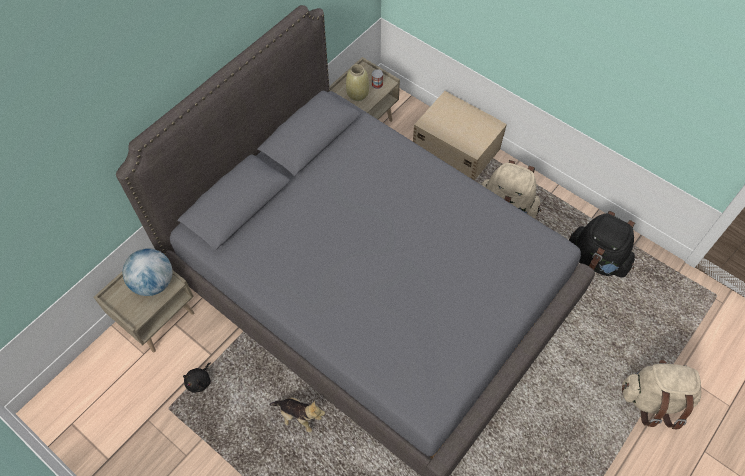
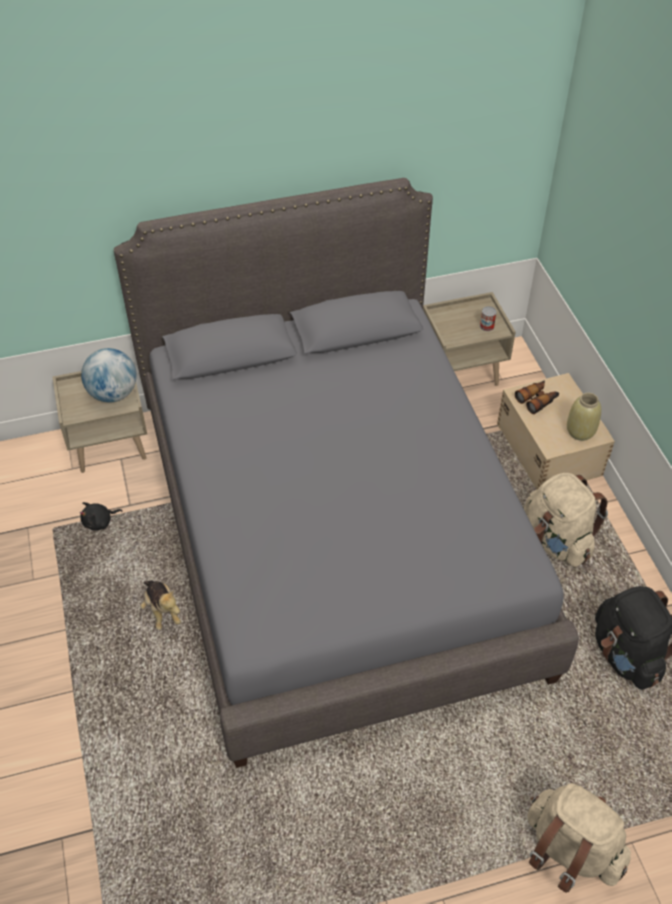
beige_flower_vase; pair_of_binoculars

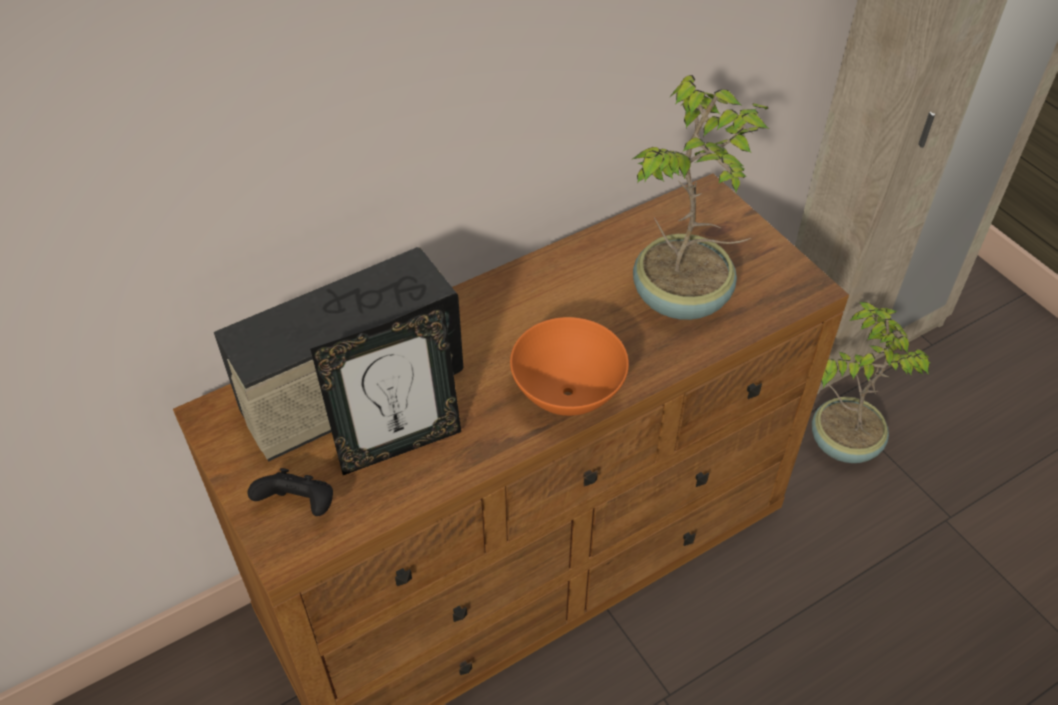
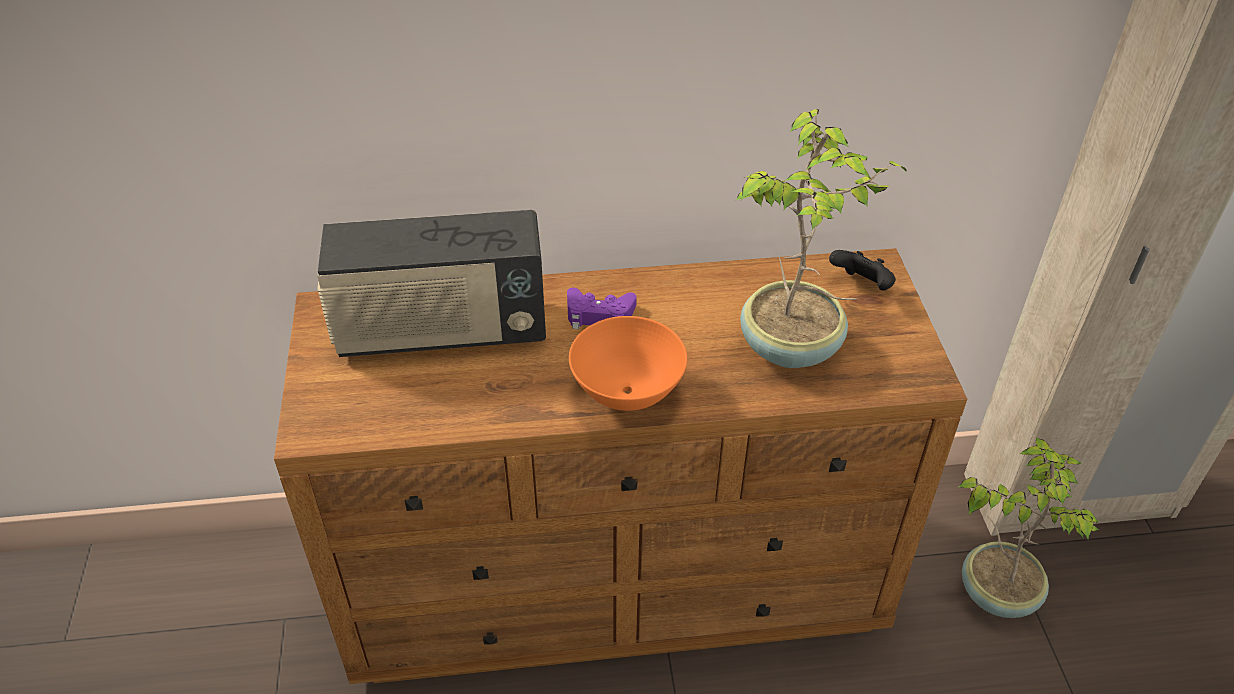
standing_frame; blackish_joypad; purple-coloured_joypad

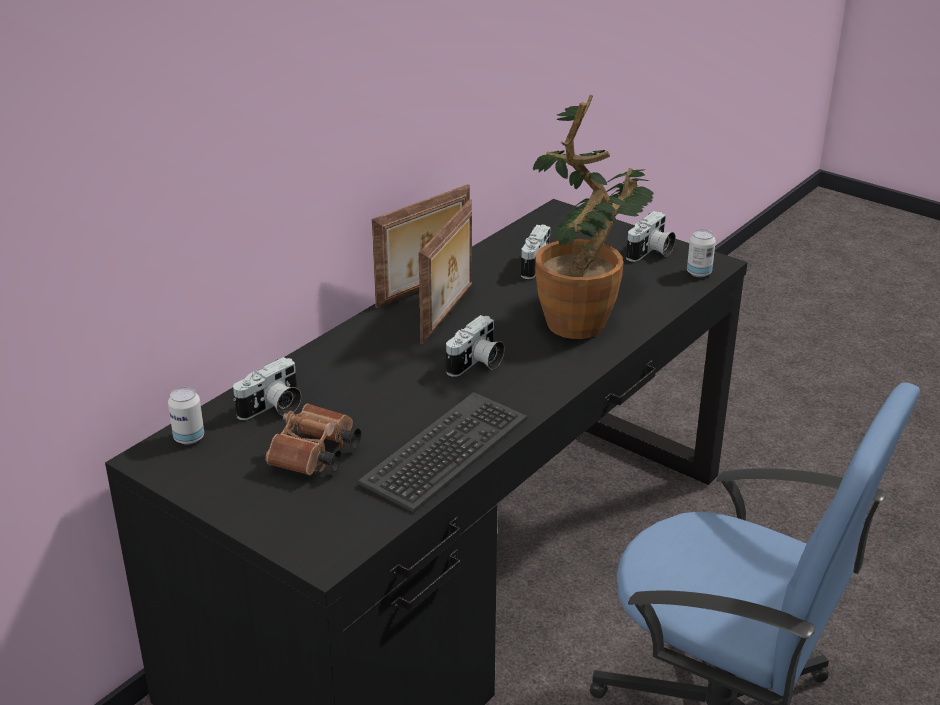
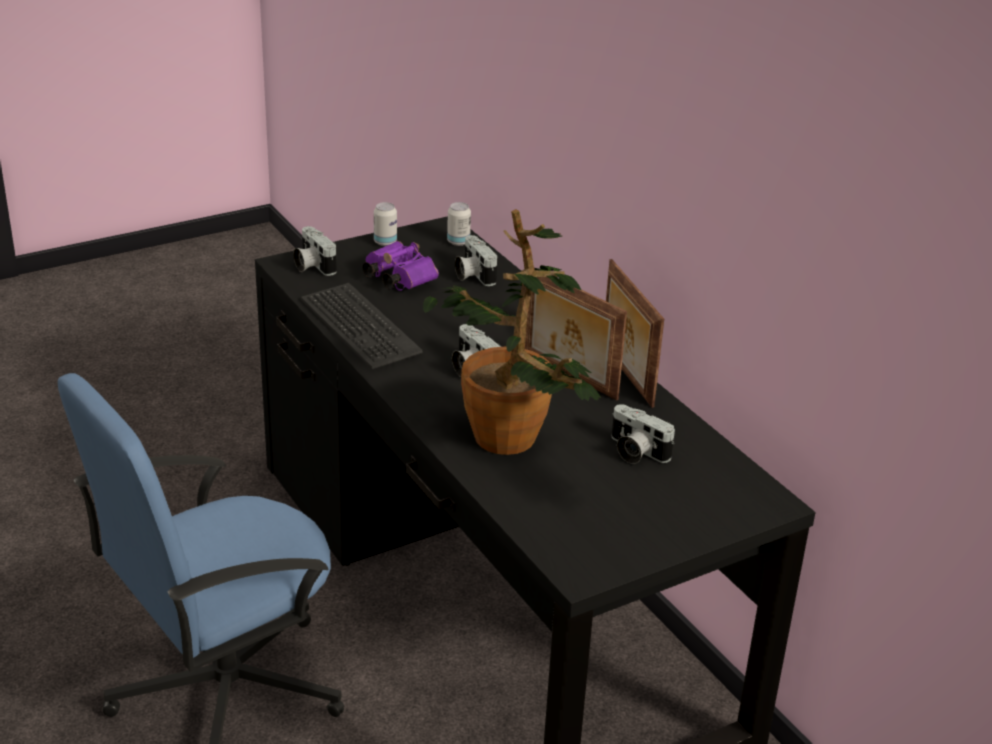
still_camera (no. 1 from left); sealed_can (no. 1 from left); purple-coloured_pair_of_binoculars

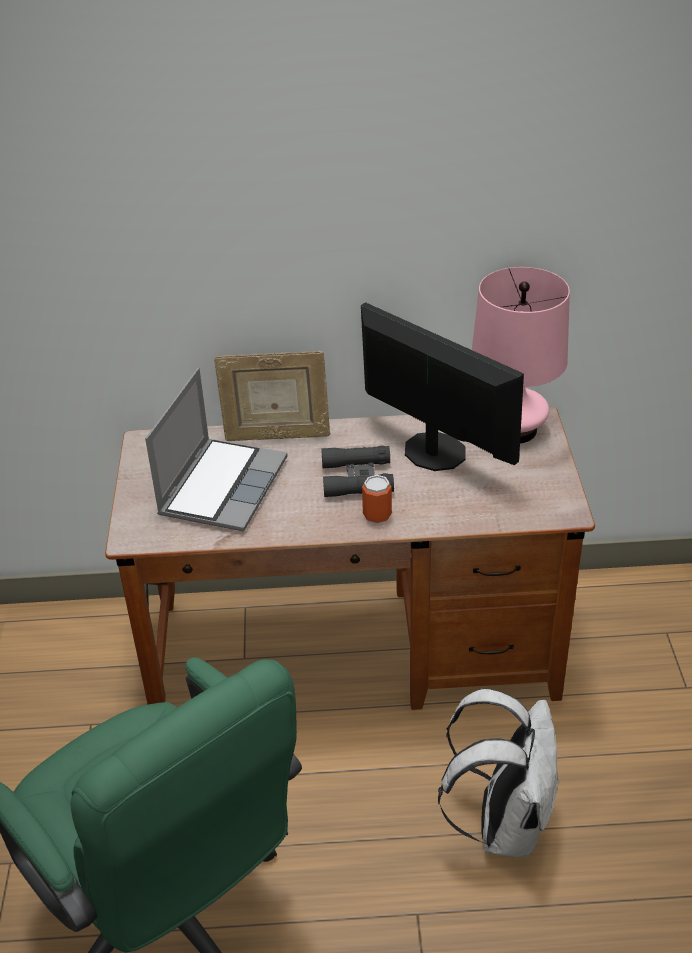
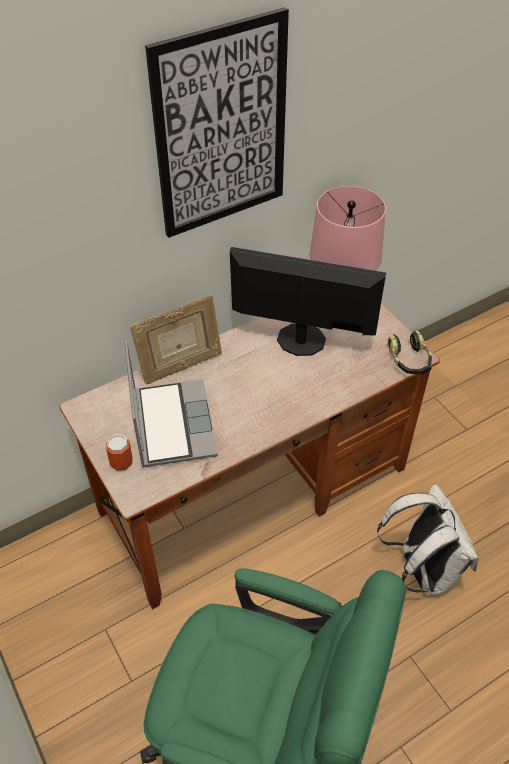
blackish_pair_of_binoculars; sealed_can; wall_picture; pair_of_headphones

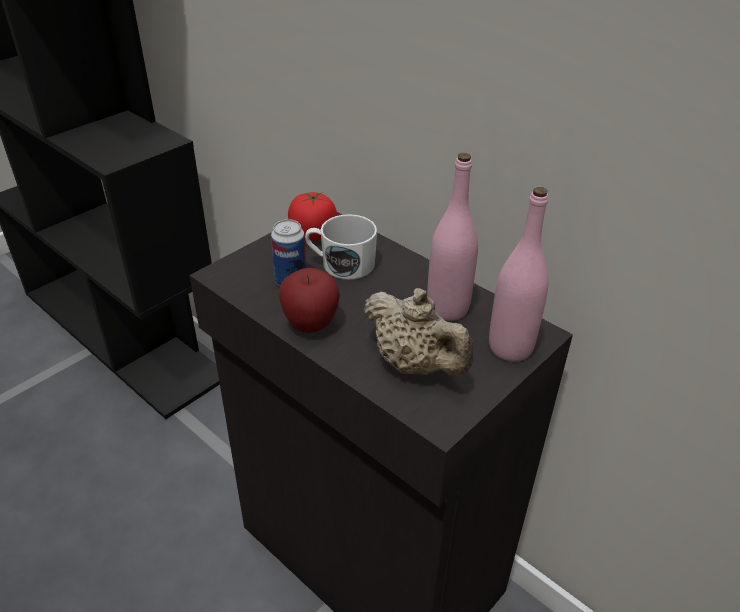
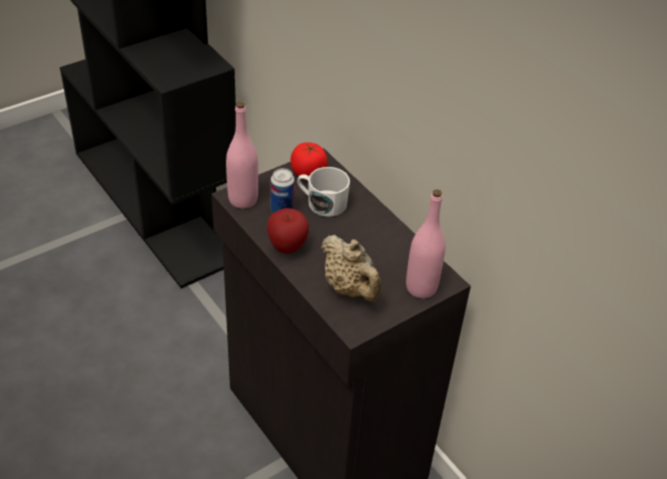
pinkish_beverage_bottle (no. 1 from left)

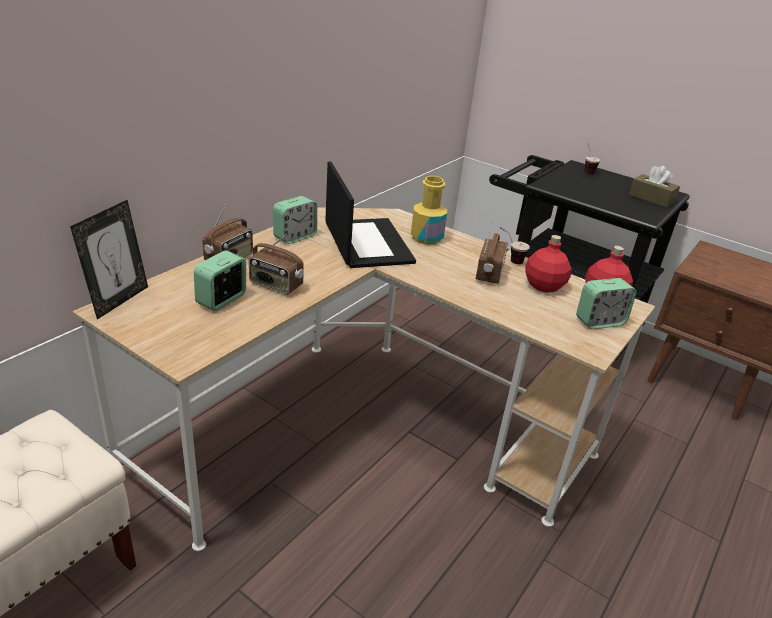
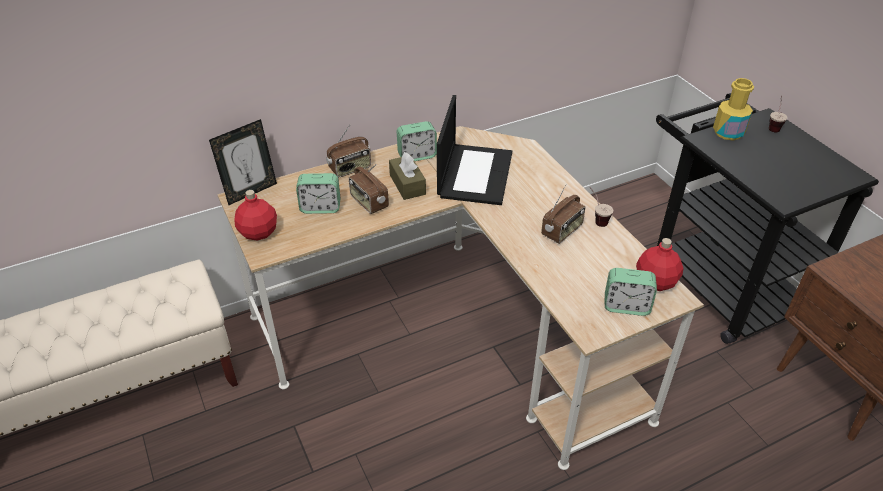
brownish_tissue_box; yellowish_beverage_bottle; reddish_beverage_bottle (no. 1 from left); bedside_clock (no. 1 from left)

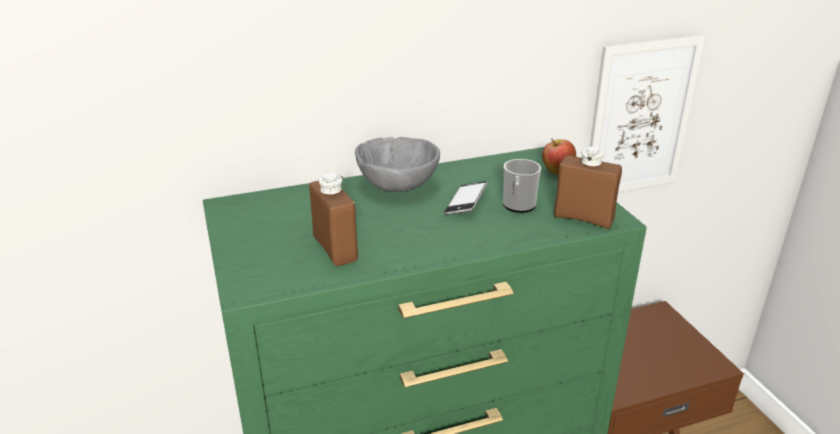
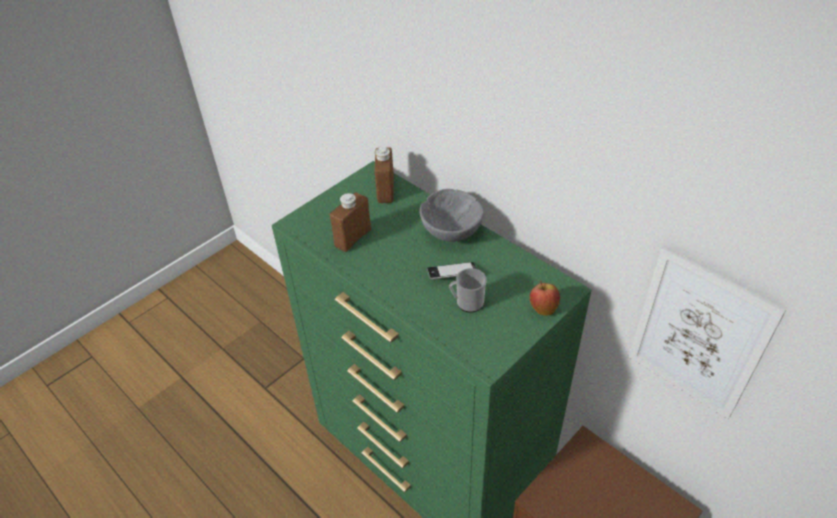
brownish_beverage_bottle (no. 2 from left)

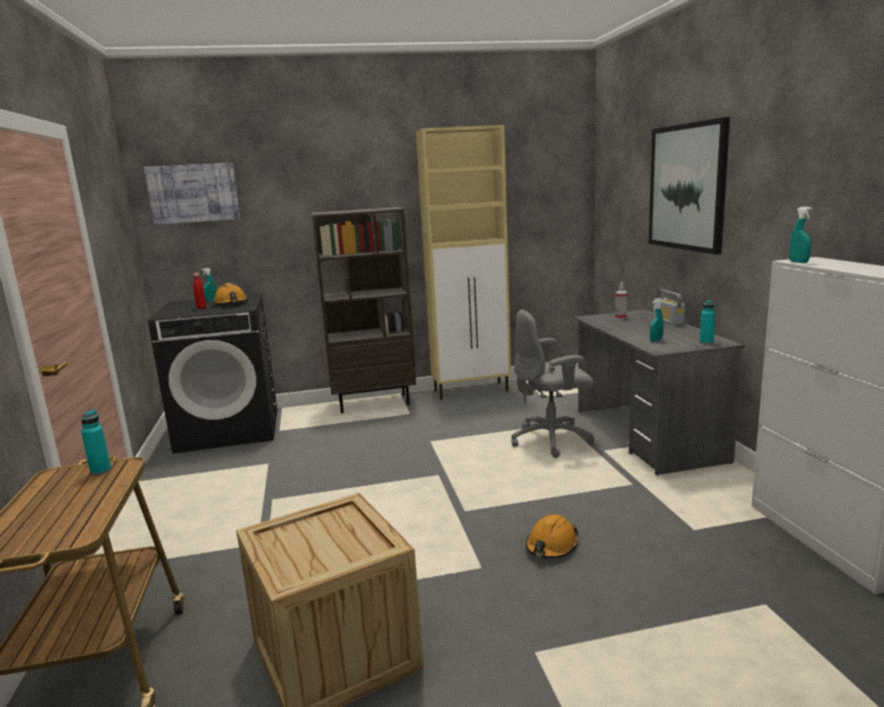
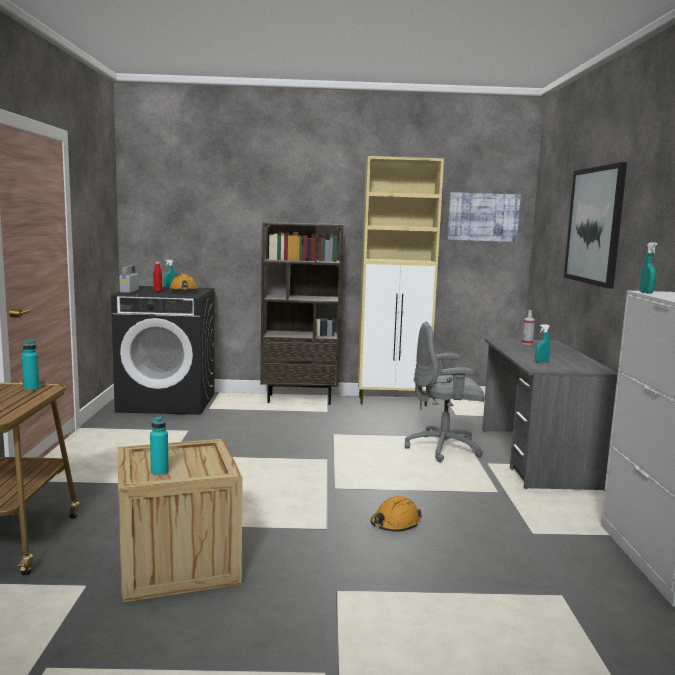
wall_picture (no. 1 from left); radio_receiver; turquoise-coloured_beverage_bottle (no. 2 from left)

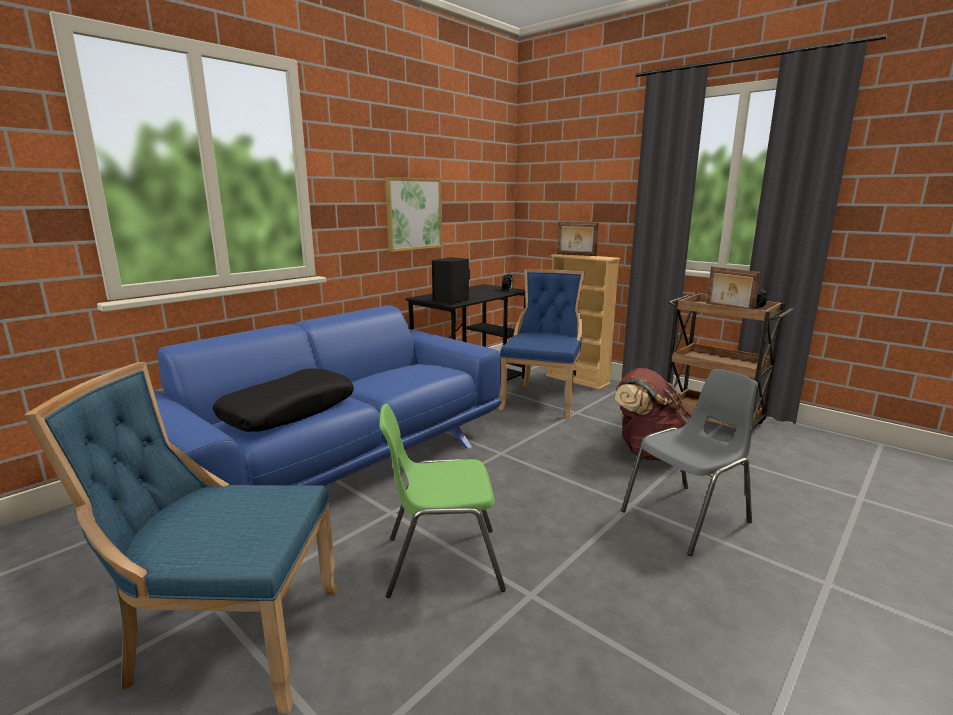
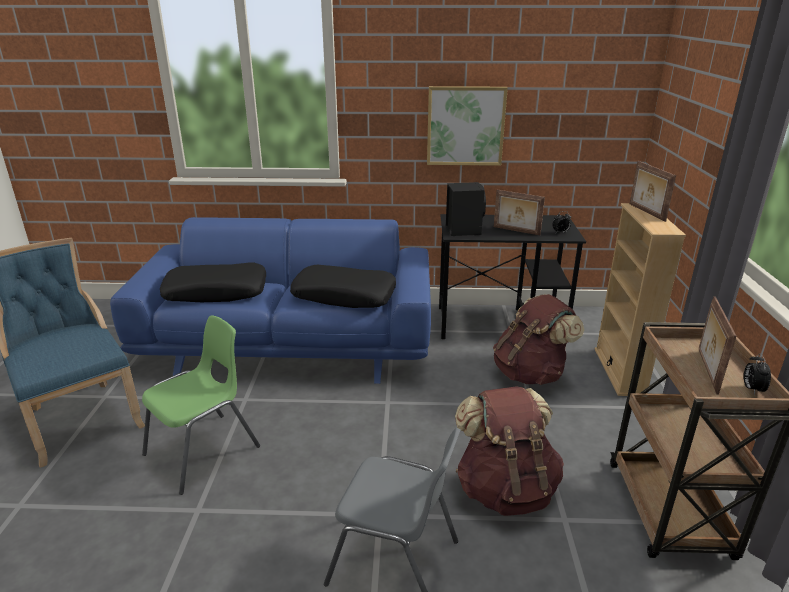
brownish_backpack (no. 2 from left); greenish_plain_chair; standing_frame (no. 1 from left); blackish_throw_pillow (no. 2 from left)

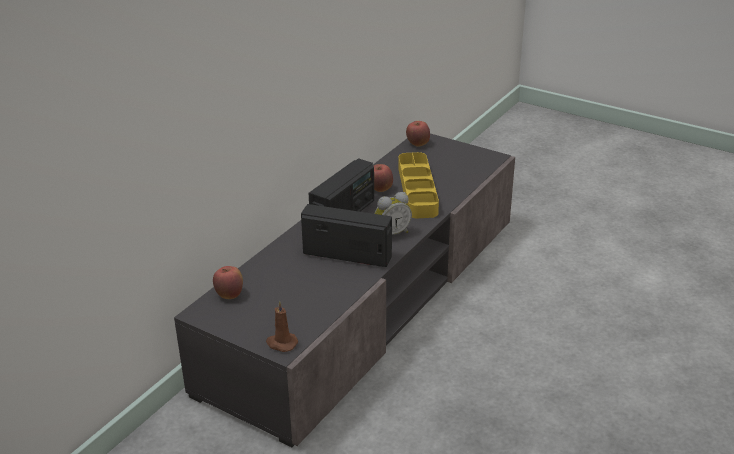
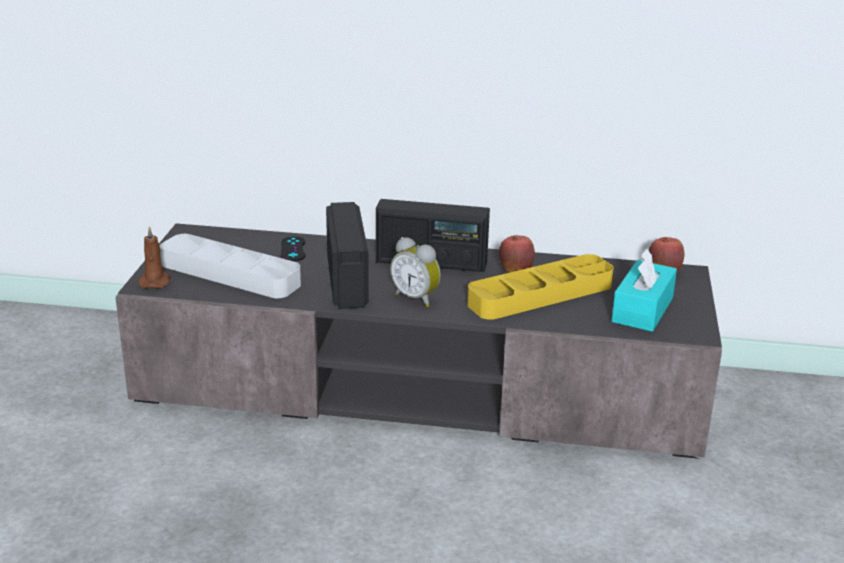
apple_fruit (no. 1 from left in the first image); grey_carrying_tray; blackish_joypad; turquoise-coloured_tissue_box

